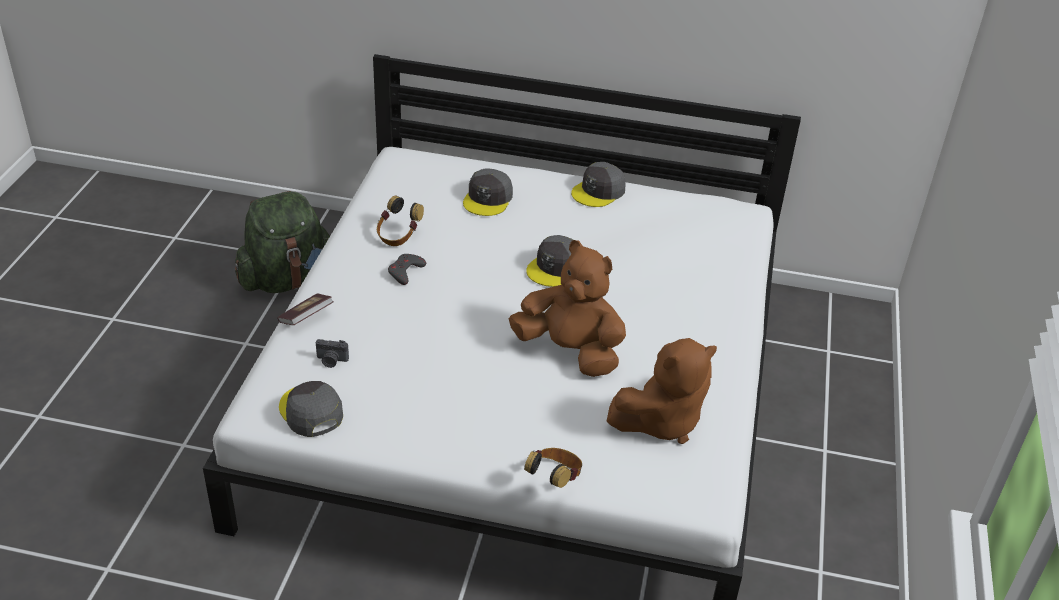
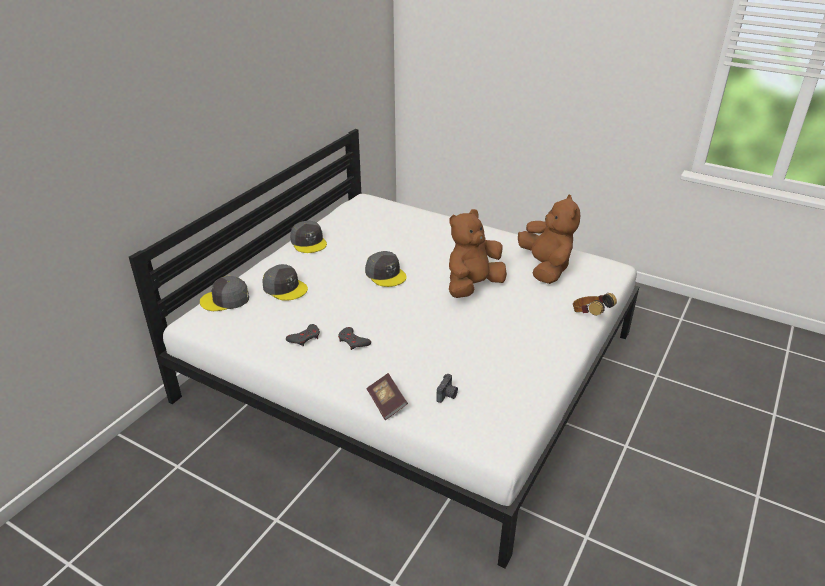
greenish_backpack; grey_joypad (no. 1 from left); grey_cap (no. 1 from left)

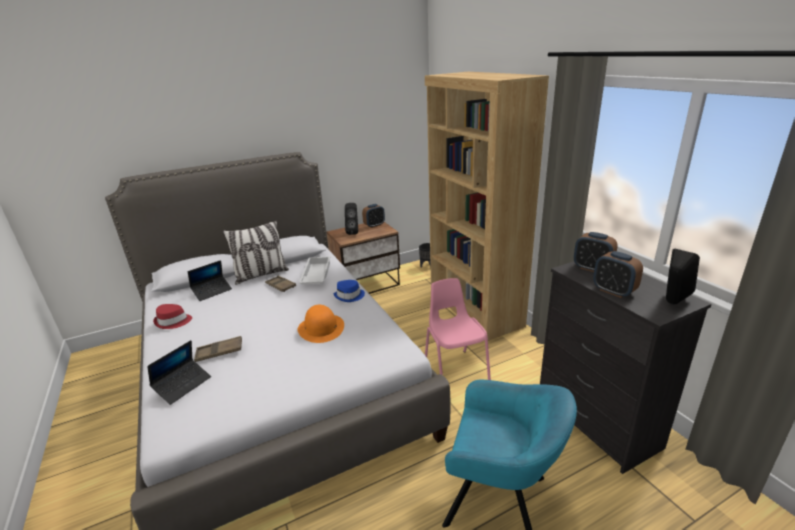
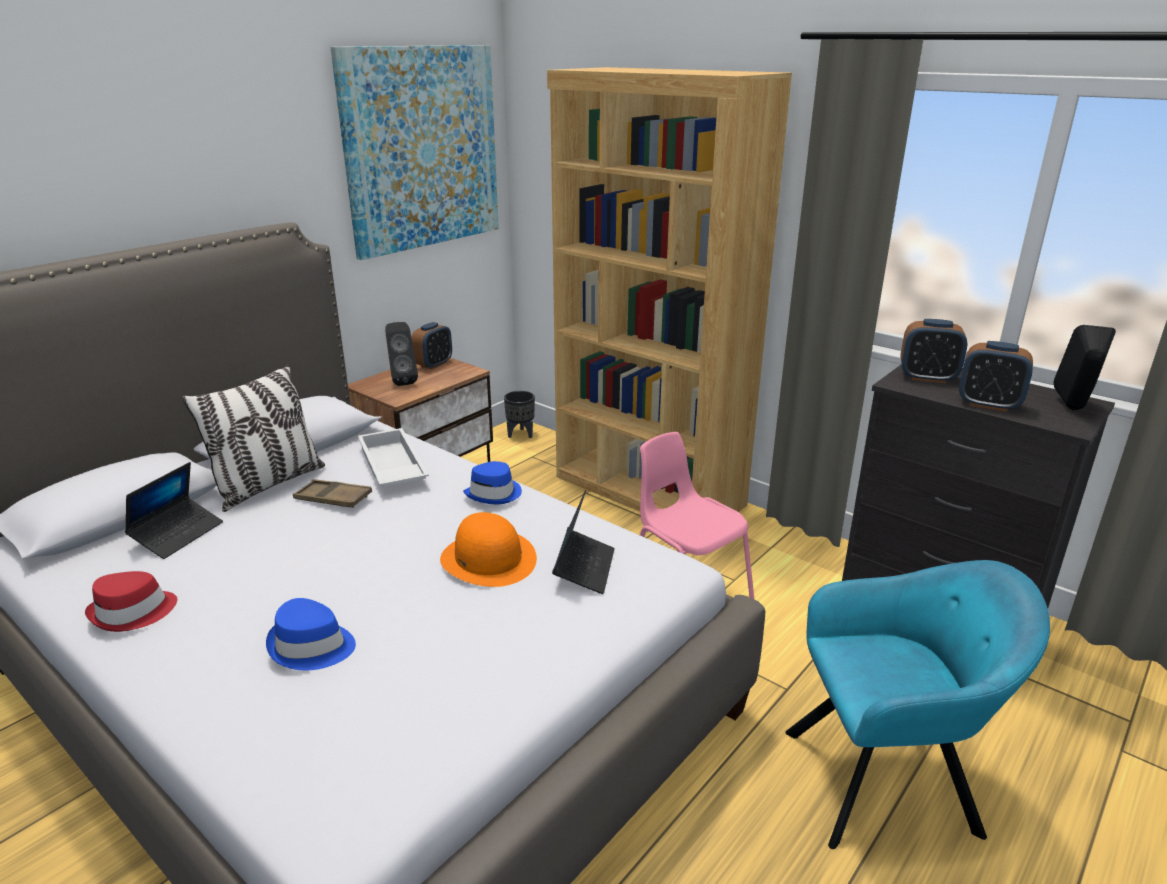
blue_clothing_hat (no. 1 from left); laptop (no. 2 from left); wall_picture

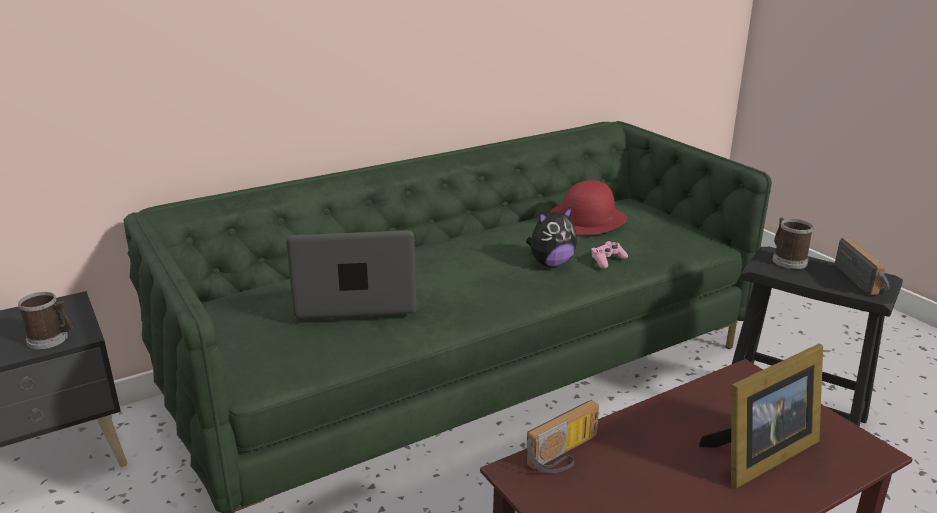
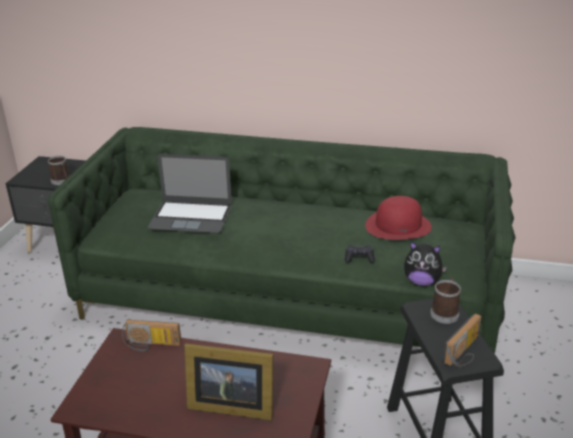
plush_toy; laptop; blackish_joypad

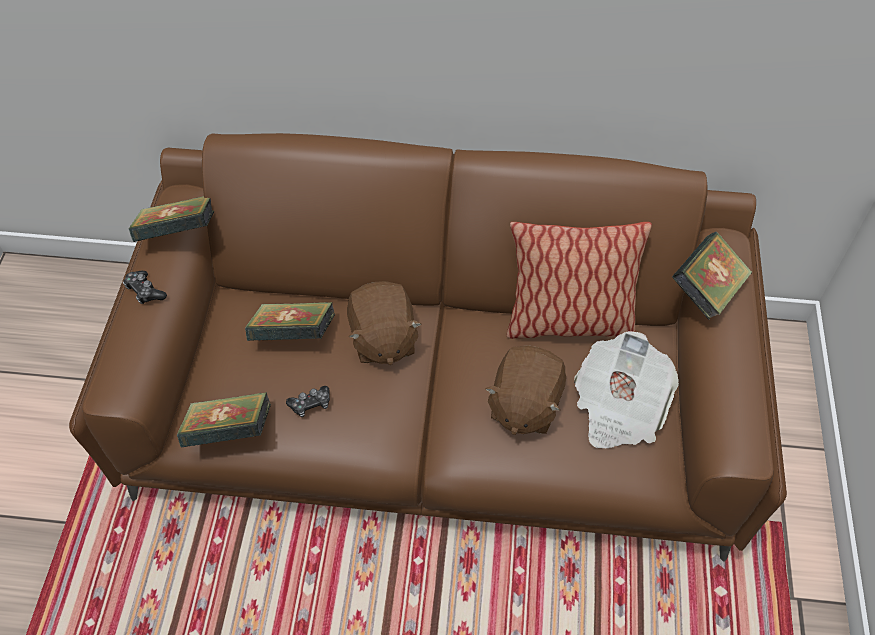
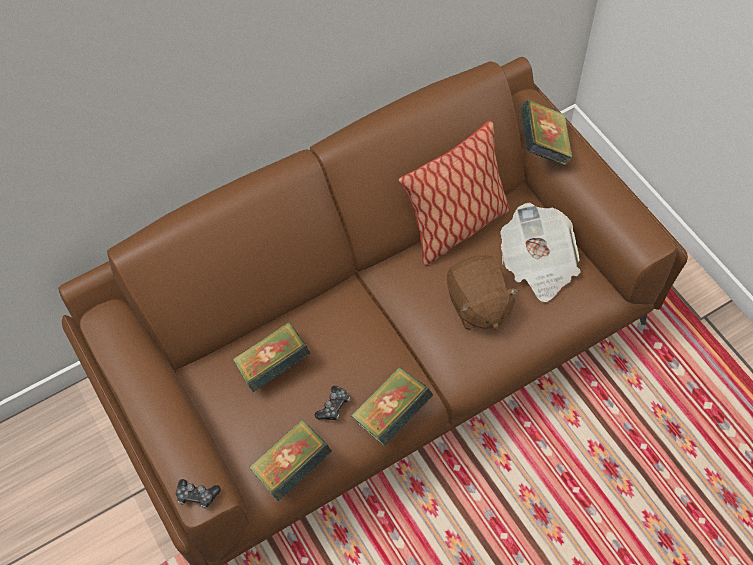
bound_book (no. 3 from left); joypad (no. 1 from left); brownish_plush_toy (no. 1 from left in the first image)

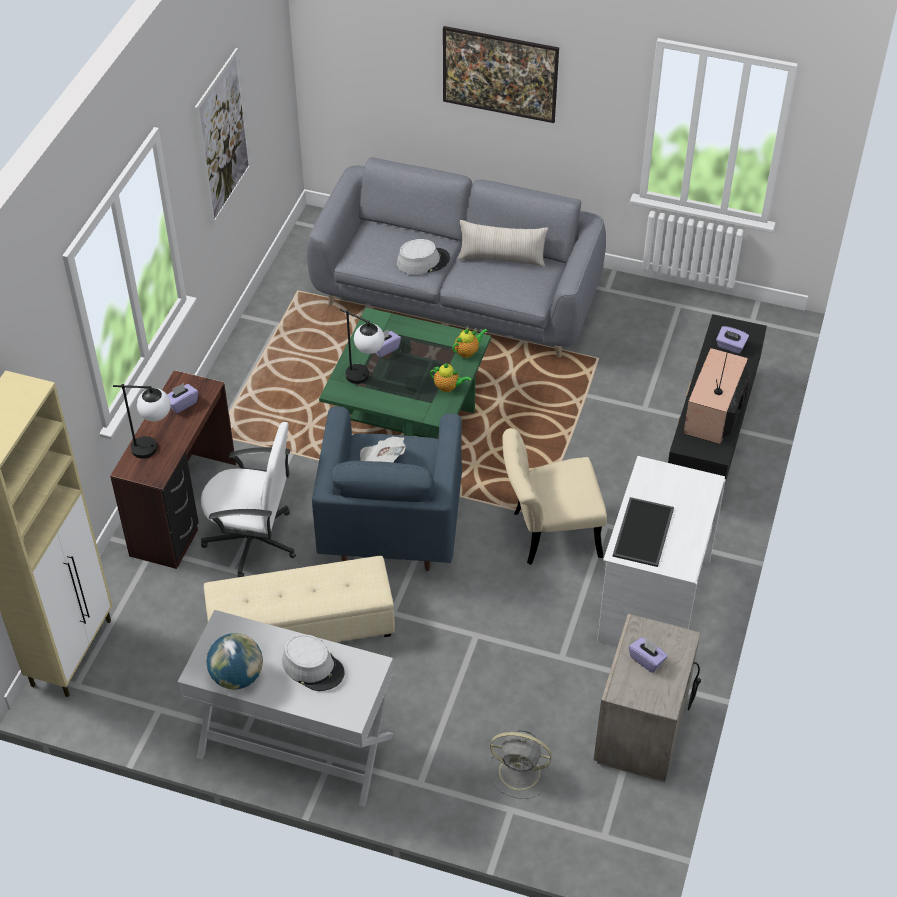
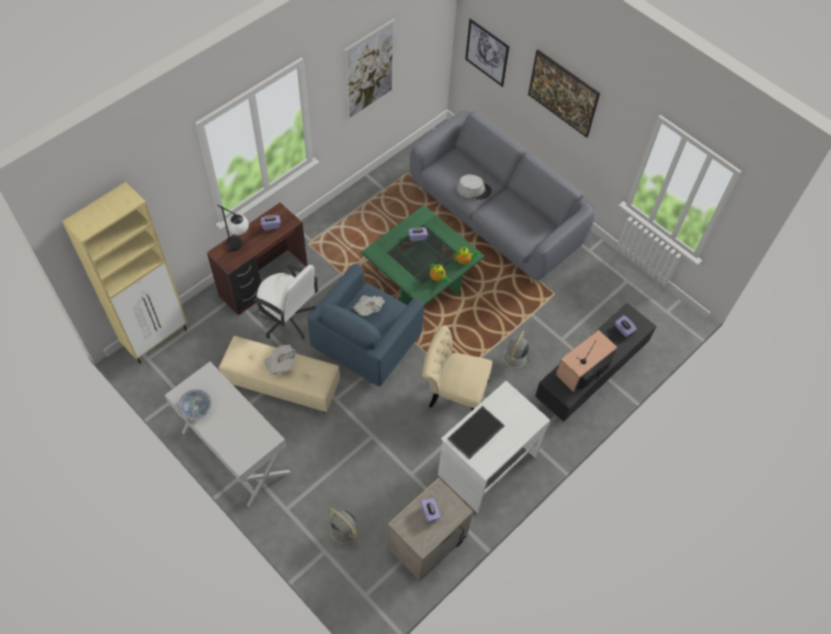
beige_throw_pillow; lamp_for_a_table (no. 2 from left in the first image); serving_bowl; grey_clothing_hat (no. 1 from left in the first image); wall_picture (no. 2 from left); grey_cooling_fan (no. 2 from left); newspaper (no. 1 from left)

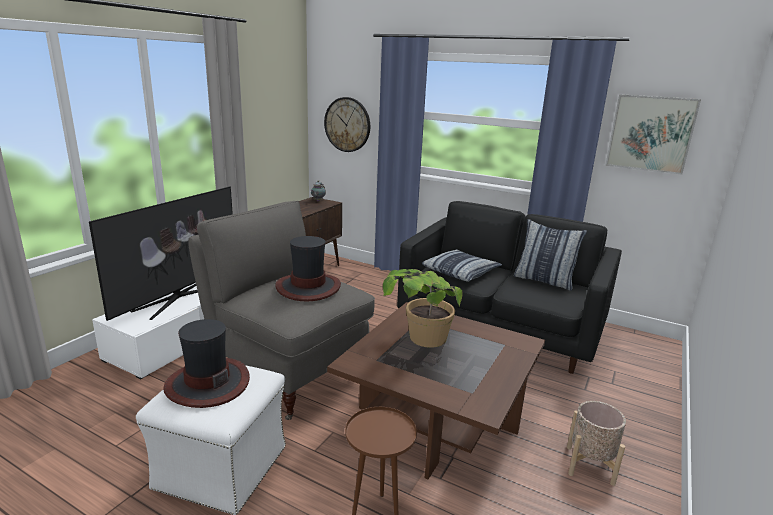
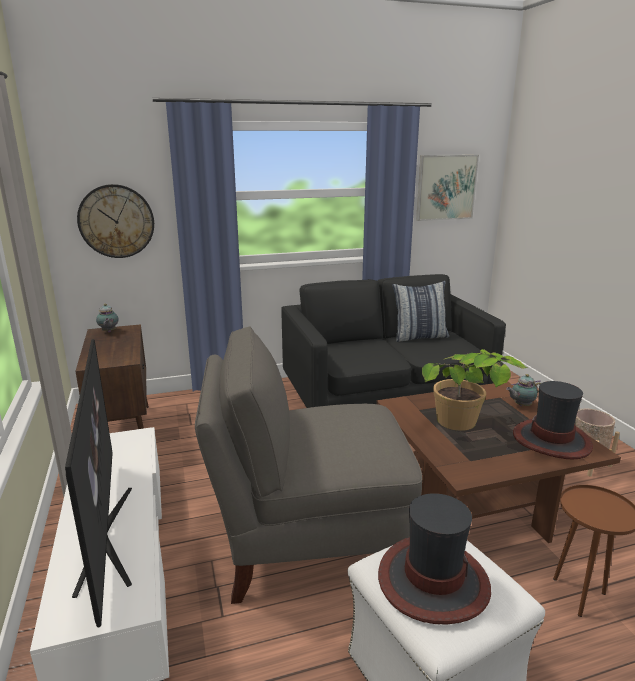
clothing_hat (no. 2 from left); throw_pillow (no. 1 from left in the first image); tea_pot (no. 2 from left)

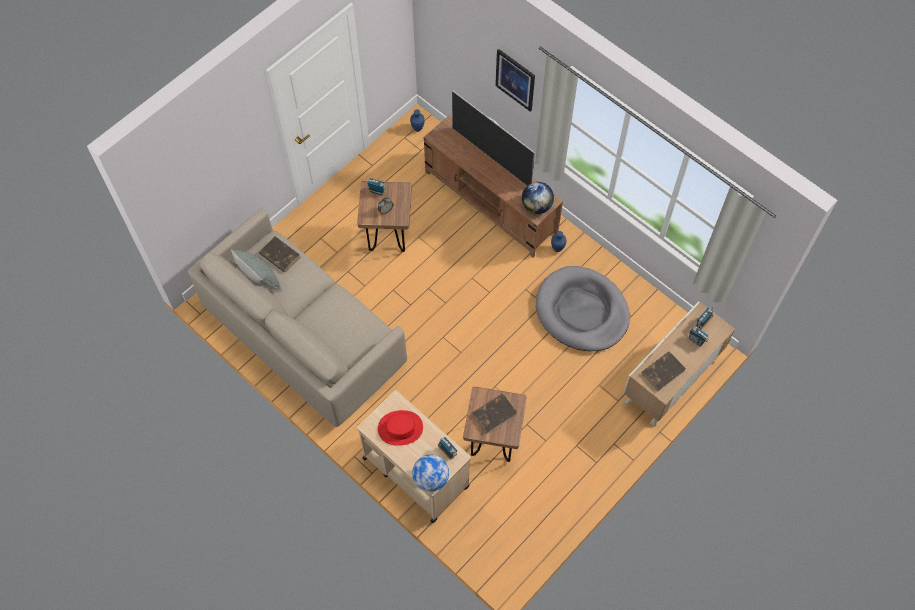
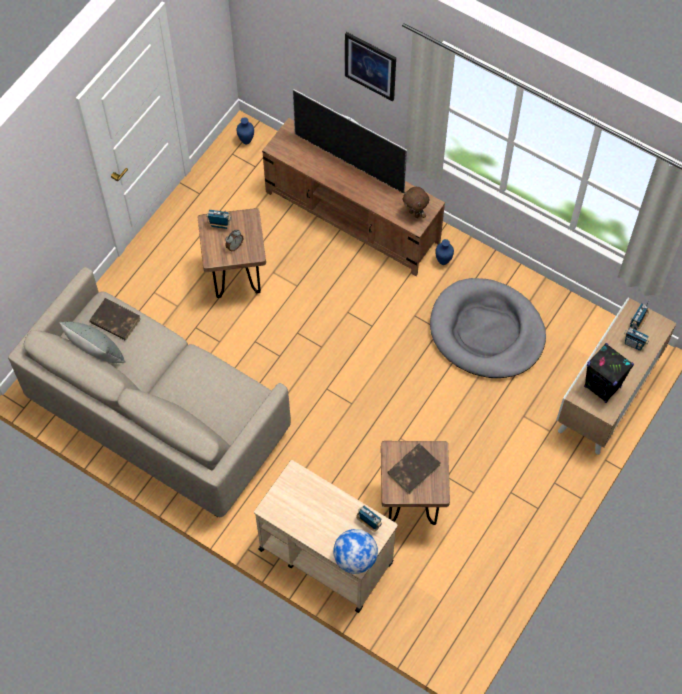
brownish_plush_toy; blackish_audio_speaker; reddish_clothing_hat

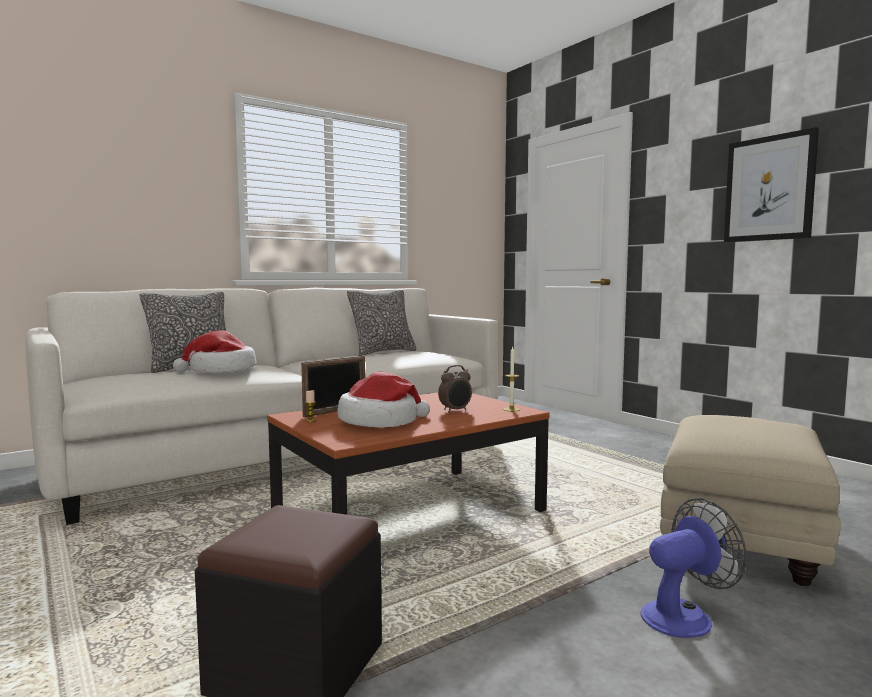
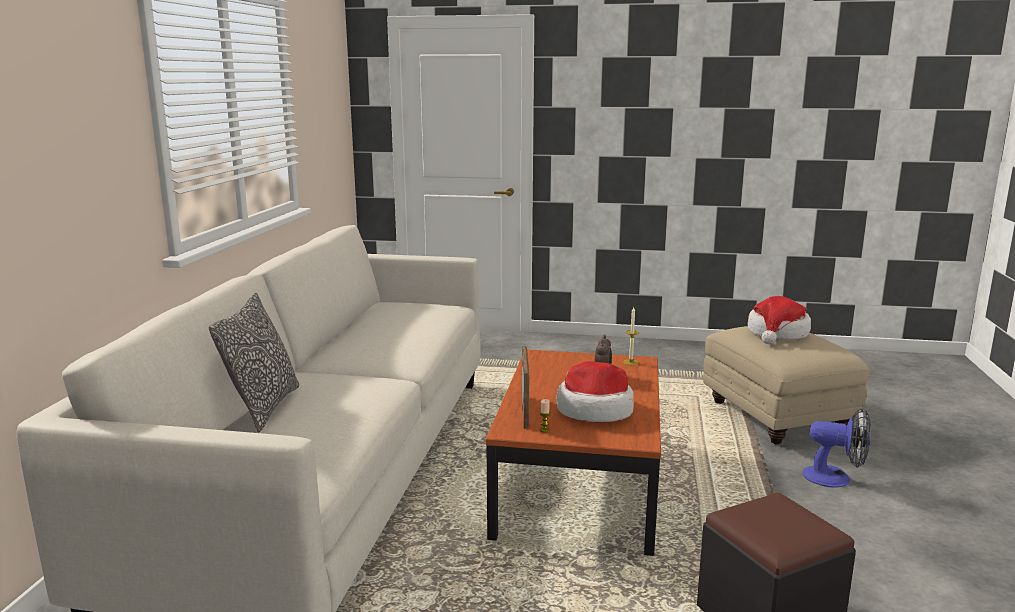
wall_picture; throw_pillow (no. 2 from left in the first image); clothing_hat (no. 2 from left); cooling_fan

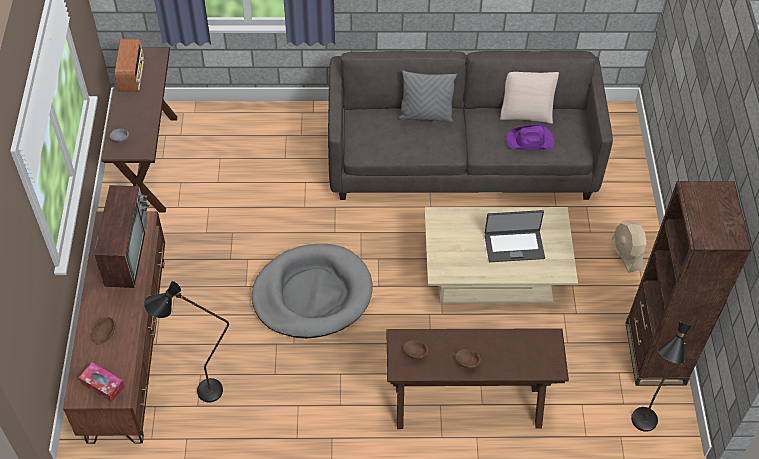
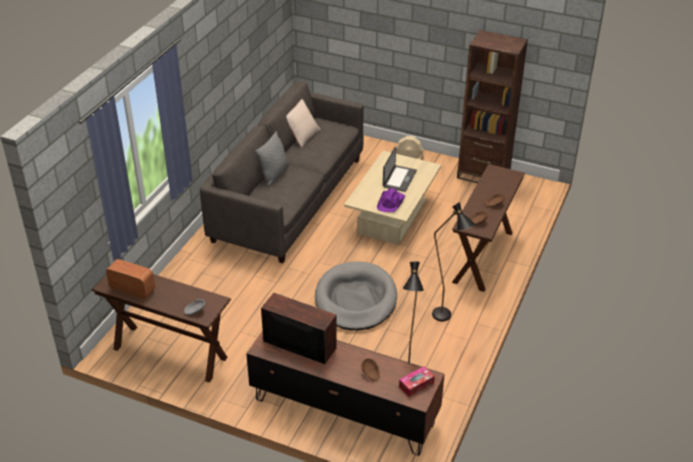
purple-coloured_clothing_hat; blackish_floor_lamp (no. 2 from left)

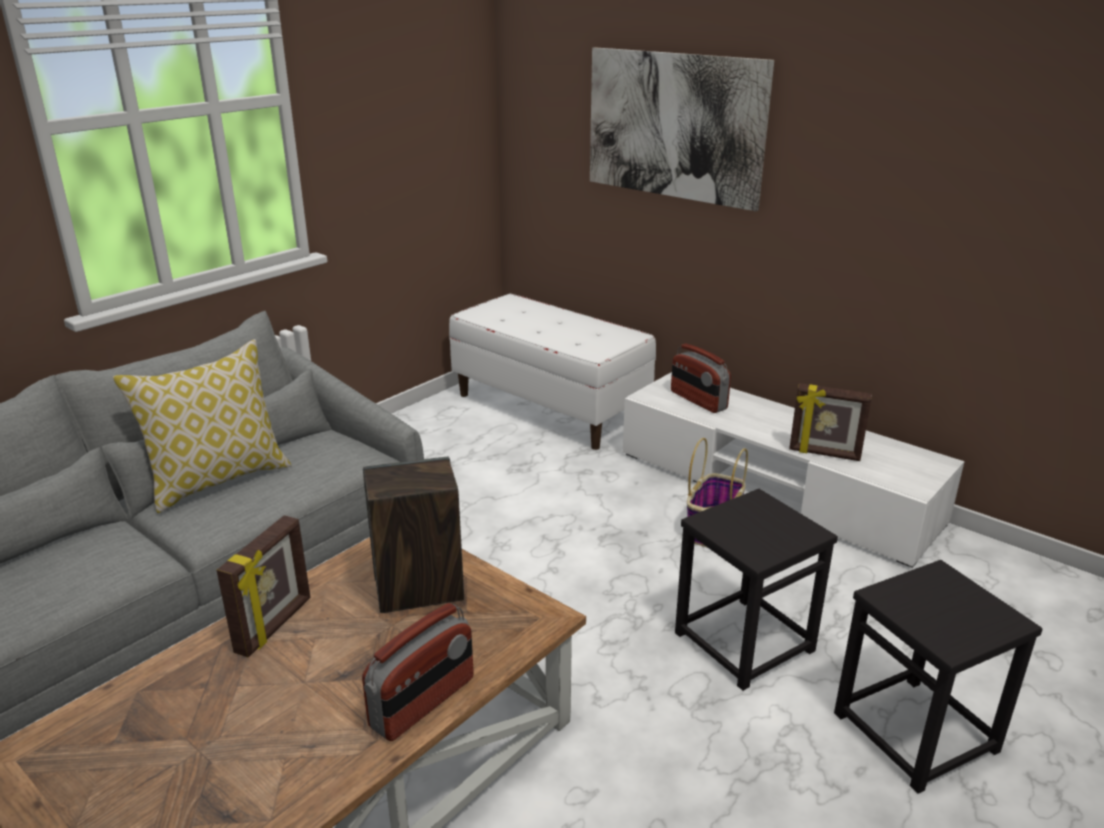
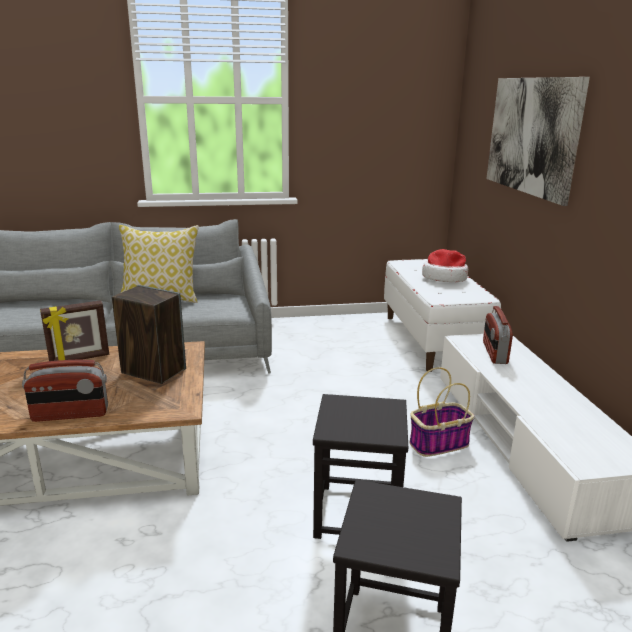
standing_frame (no. 2 from left in the first image); clothing_hat

